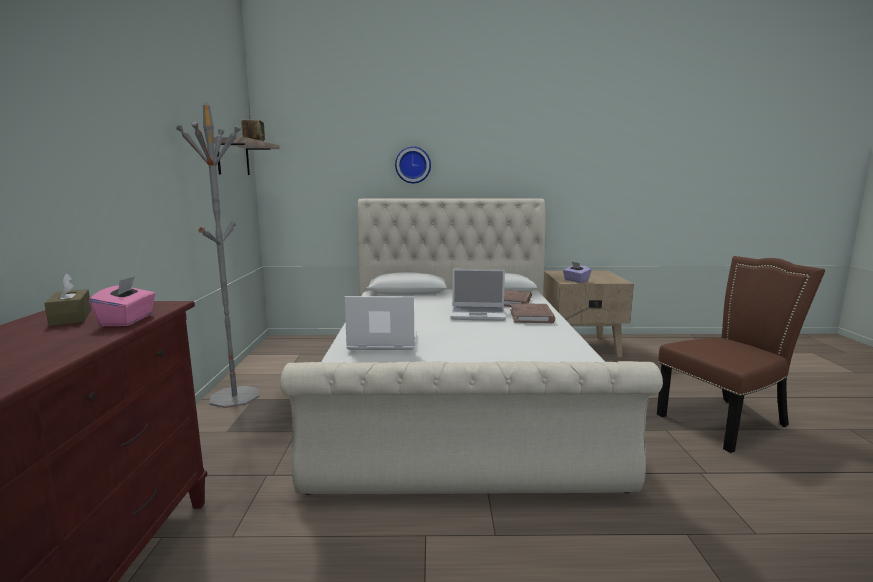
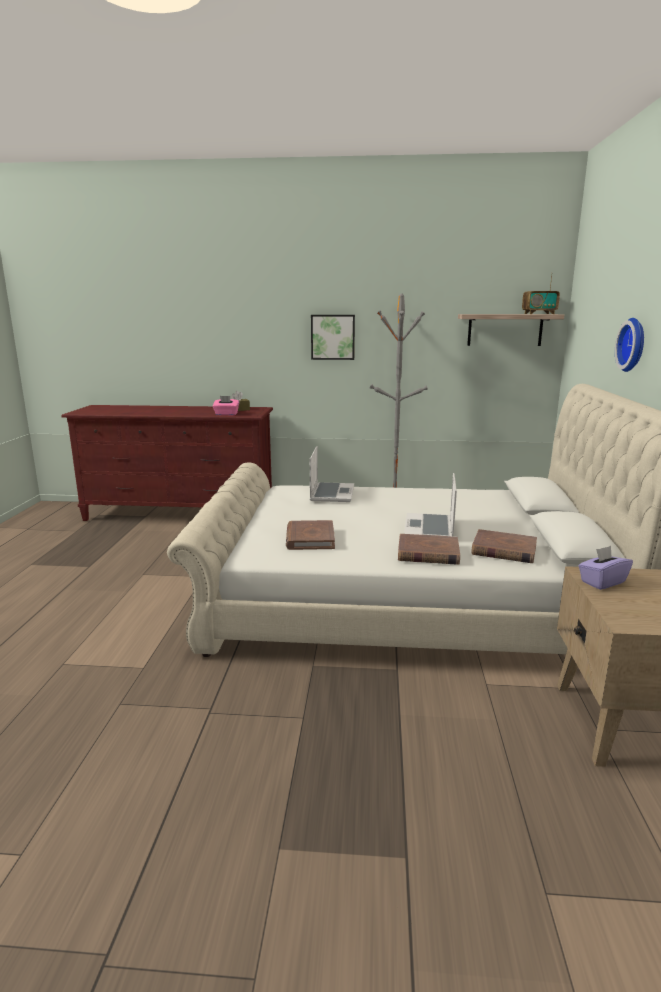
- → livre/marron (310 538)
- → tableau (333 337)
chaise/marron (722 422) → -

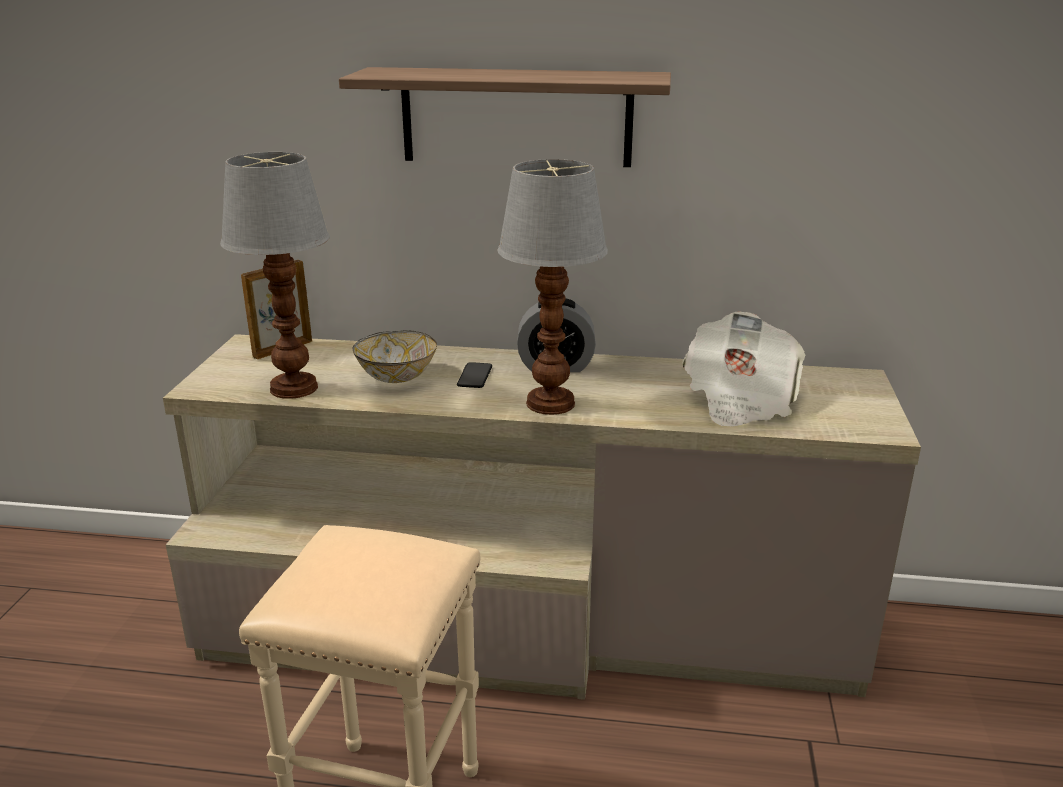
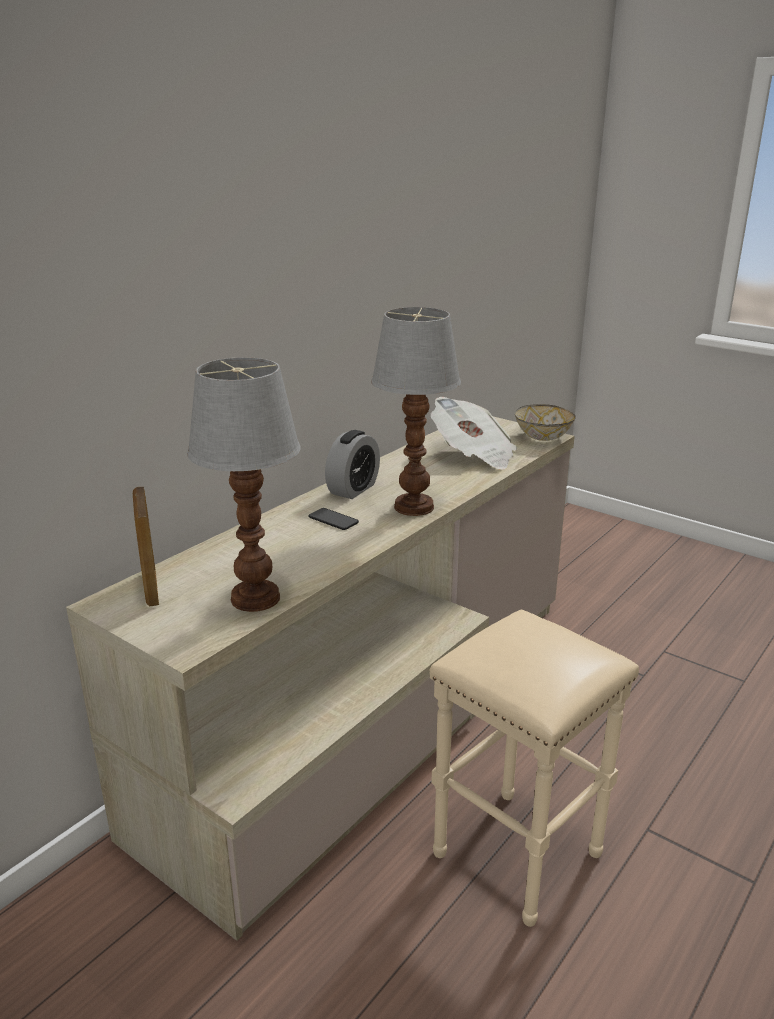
bol (396 377) → bol (543 437), relocated
étagère (516 117) → -

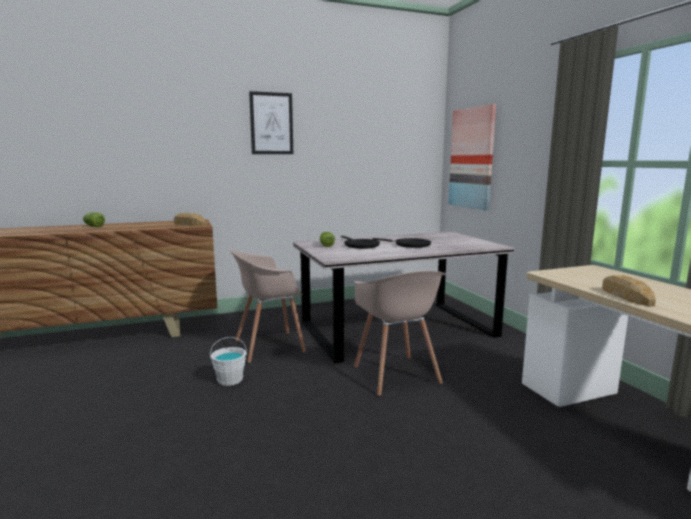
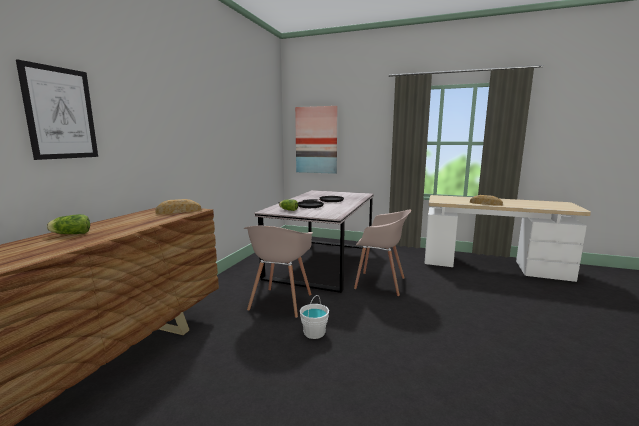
tableau (271 123) → tableau (60 113), relocated

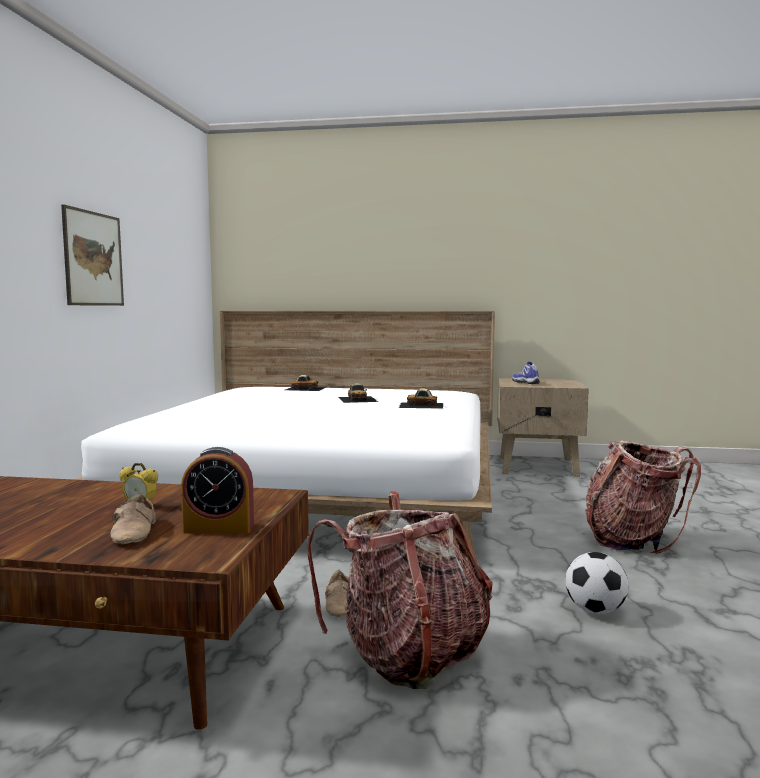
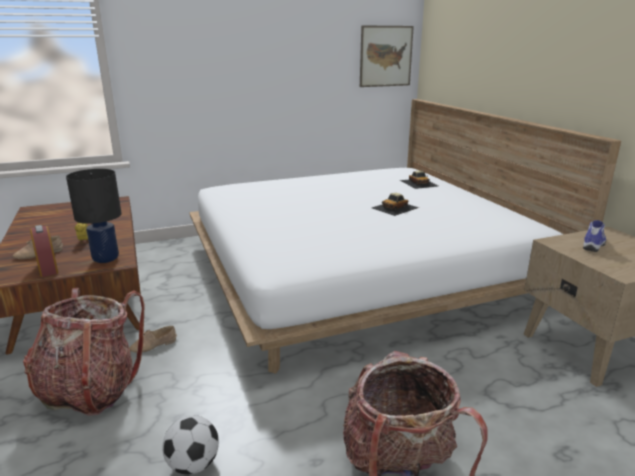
- → lampe de table/noir (106 260)
tableau (93 259) → tableau (386 56), relocated
petite voiture (421 405) → -

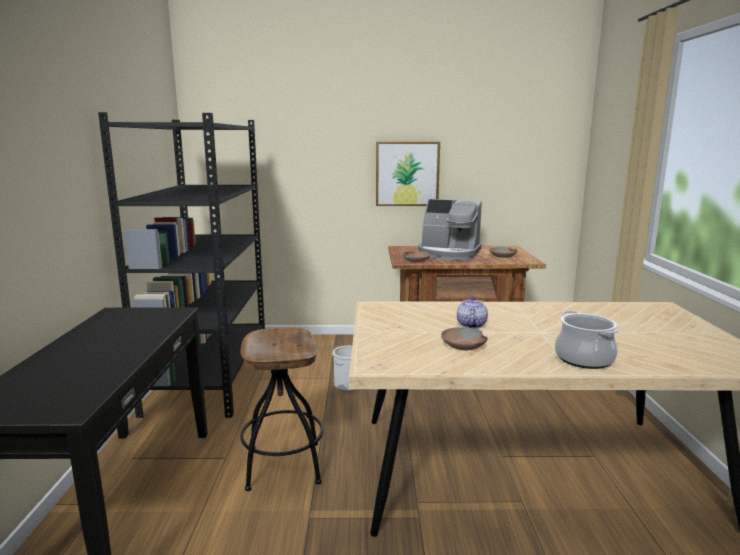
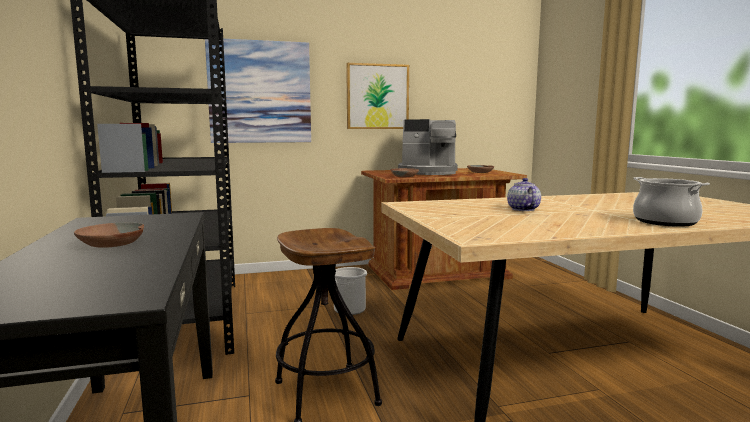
bol/marron (463 345) → bol/marron (111 243), relocated
- → tableau (260 92)

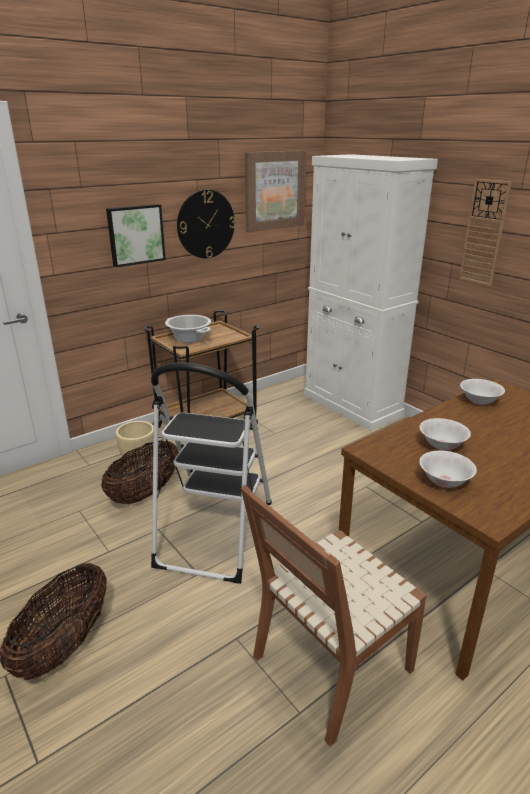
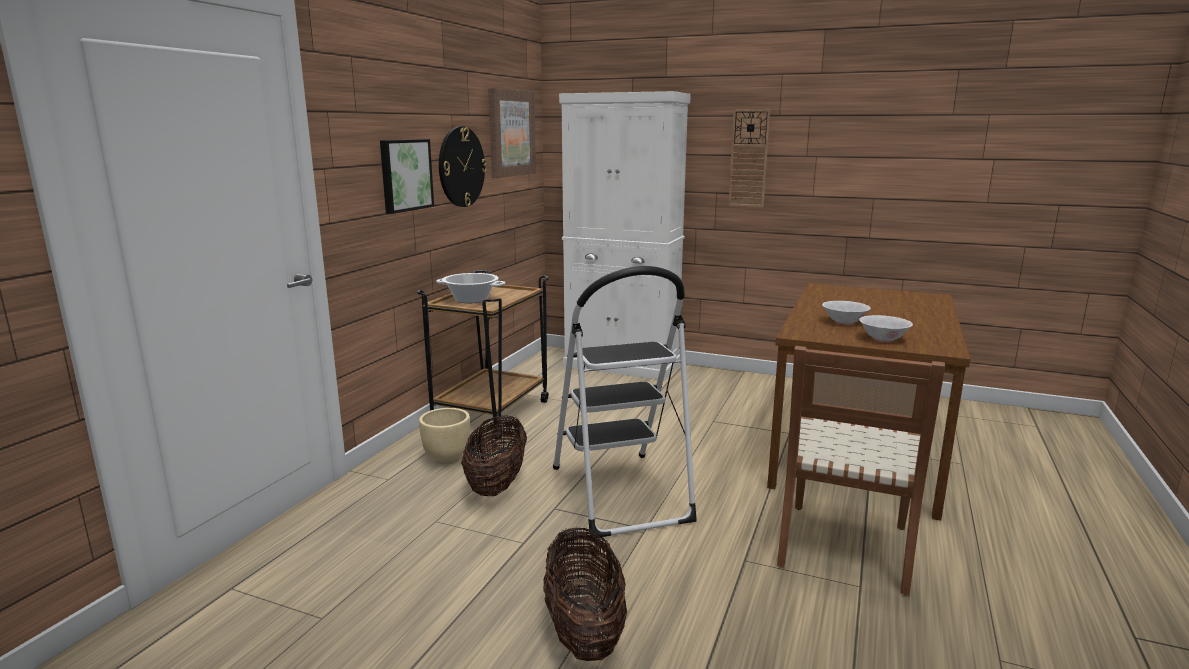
bol/blanc (479 401) → -

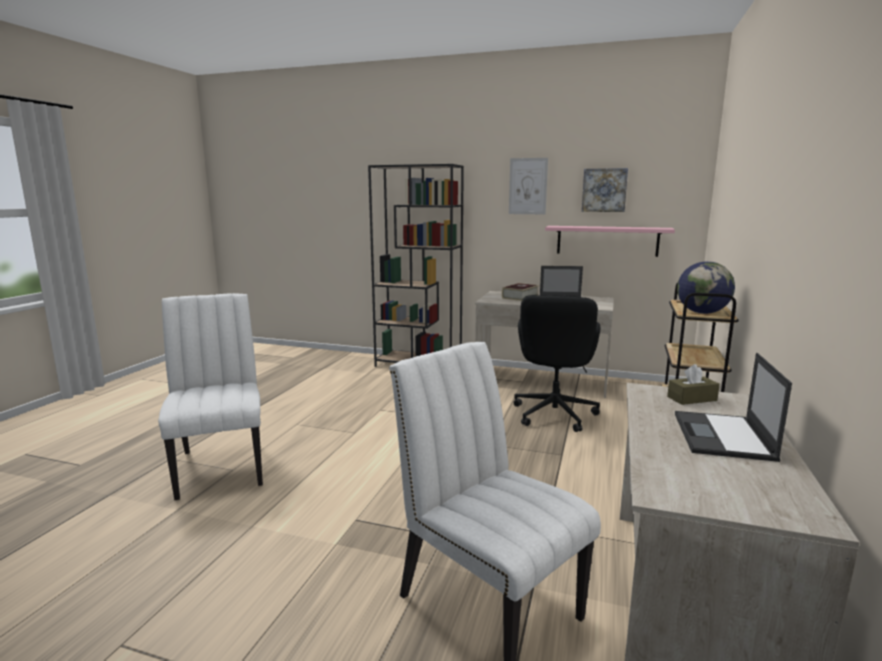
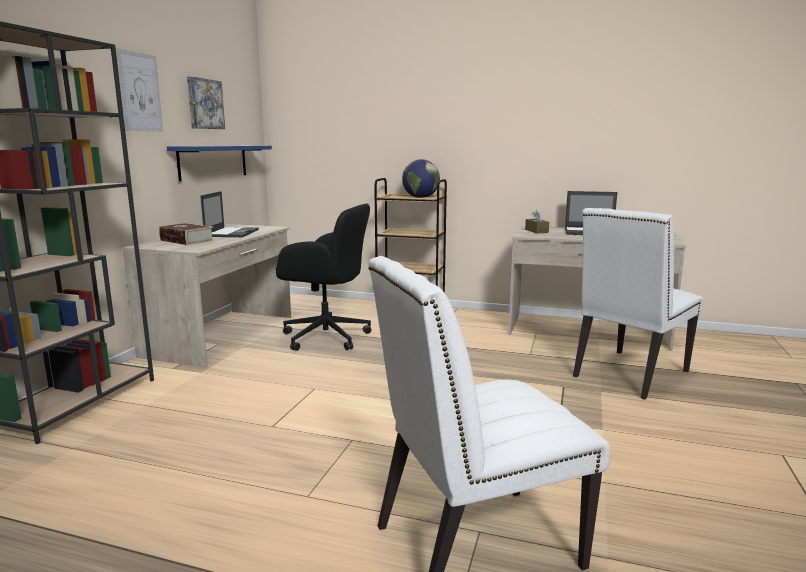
étagère/rose (607 240) → étagère/bleu (213 162)

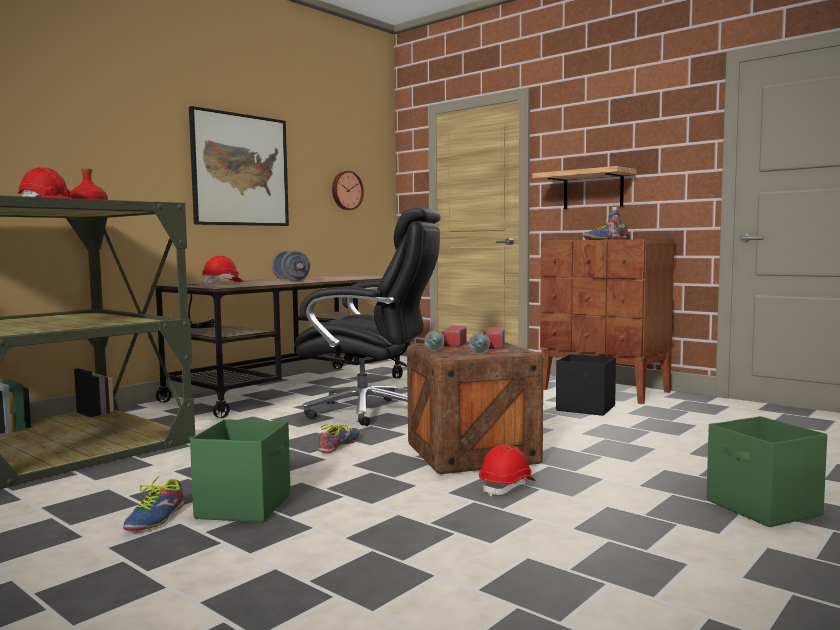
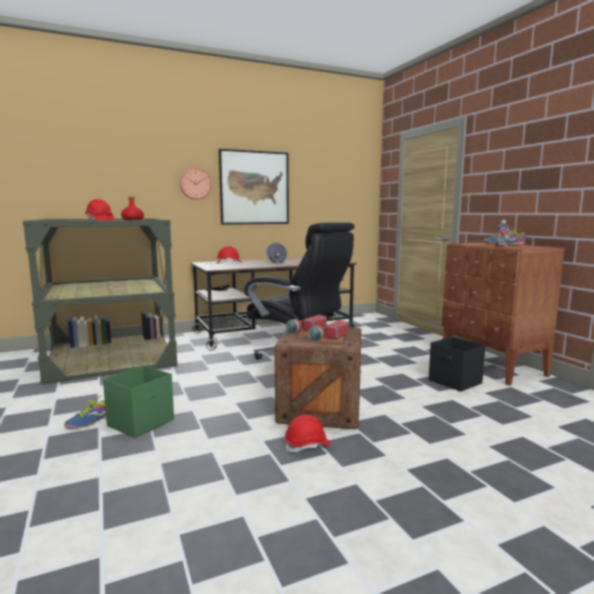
horloge murale (346 190) → horloge murale (195 183), relocated
chaussure (339 445) → -
étagère (593 190) → -
boîte de rangement/vert (763 508) → -

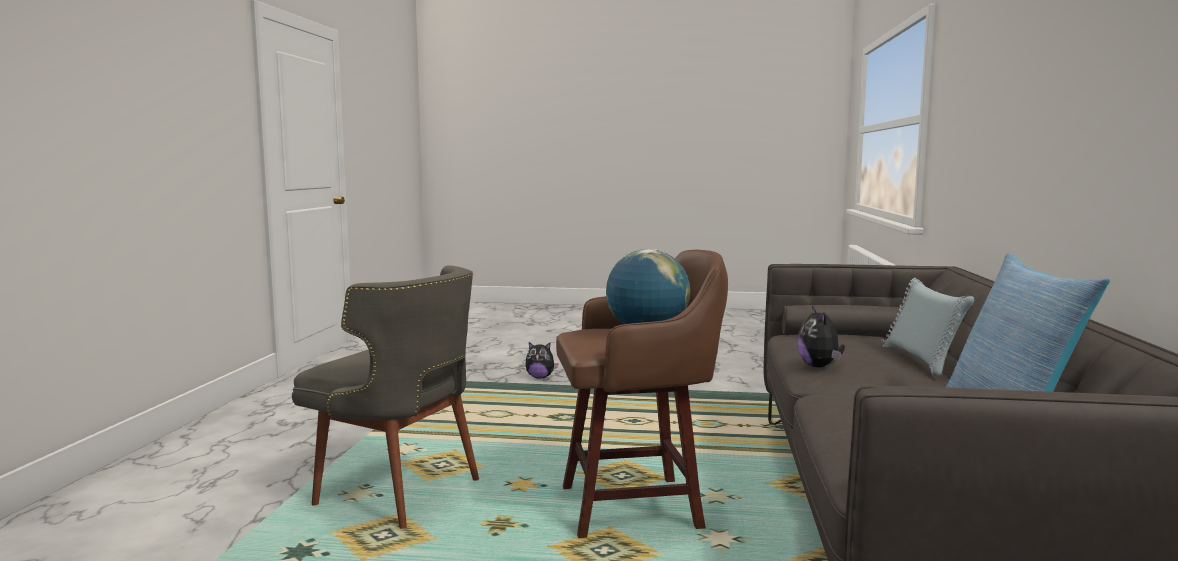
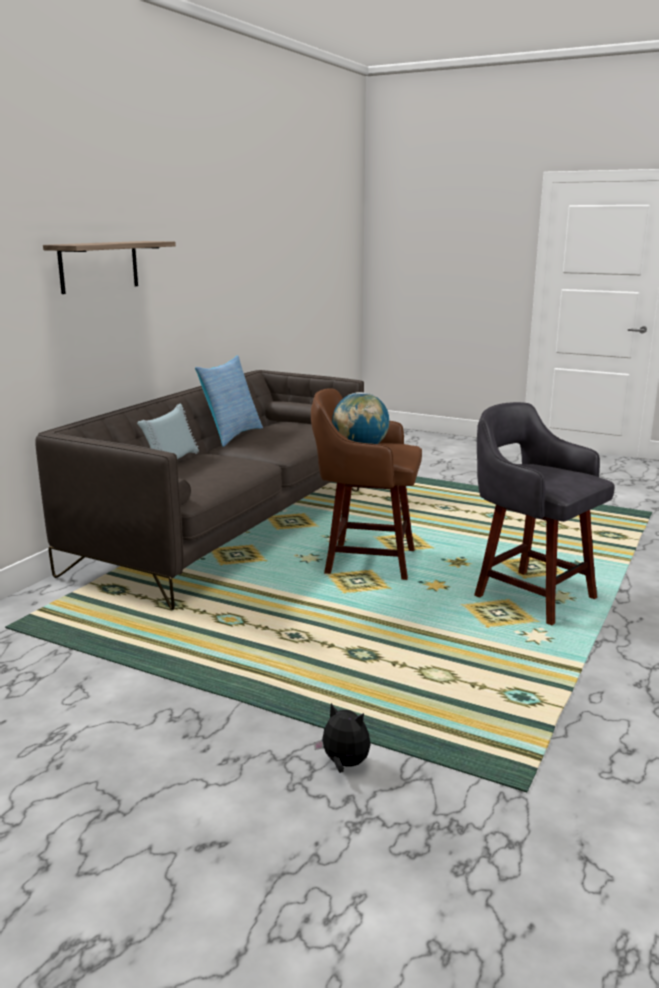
- → étagère (99 266)
chaise/gris (398 492) → tabouret/gris (530 595)
peluche (819 366) → -

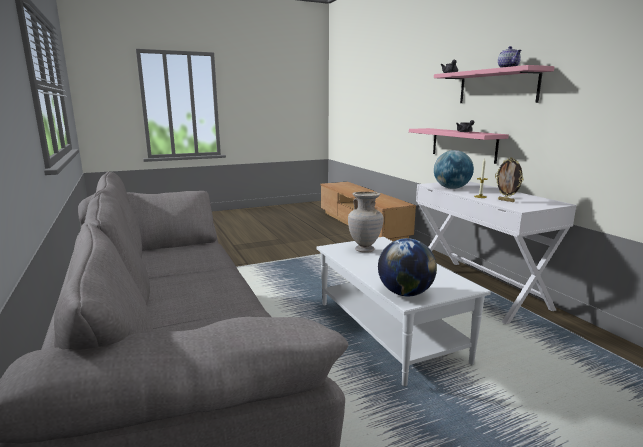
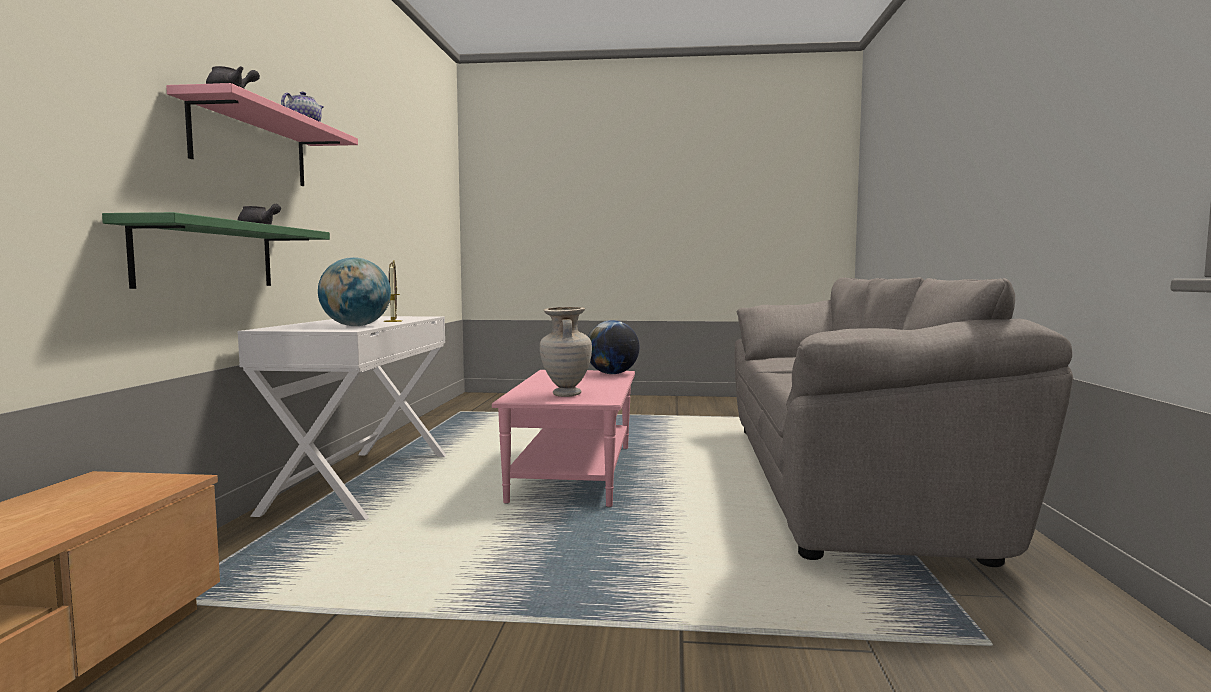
étagère/rose (463 144) → étagère/vert (207 255)
table basse/blanc (387 330) → table basse/rose (574 473)

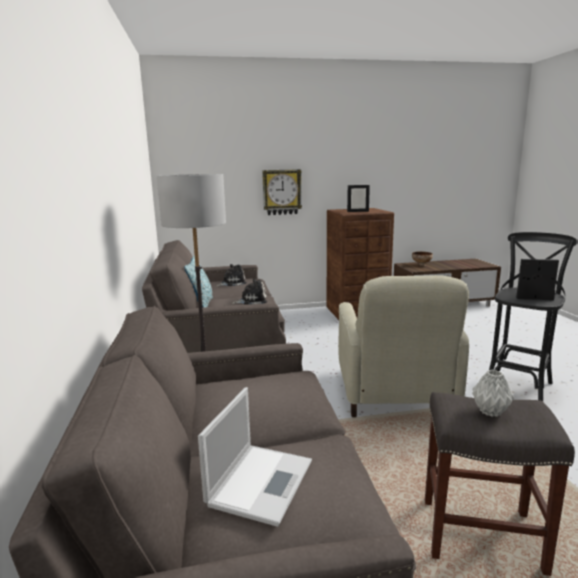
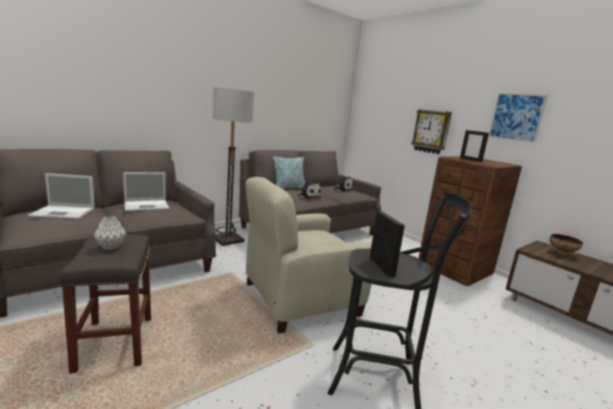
- → ordinateur portable (147 206)
- → tableau (516 117)

